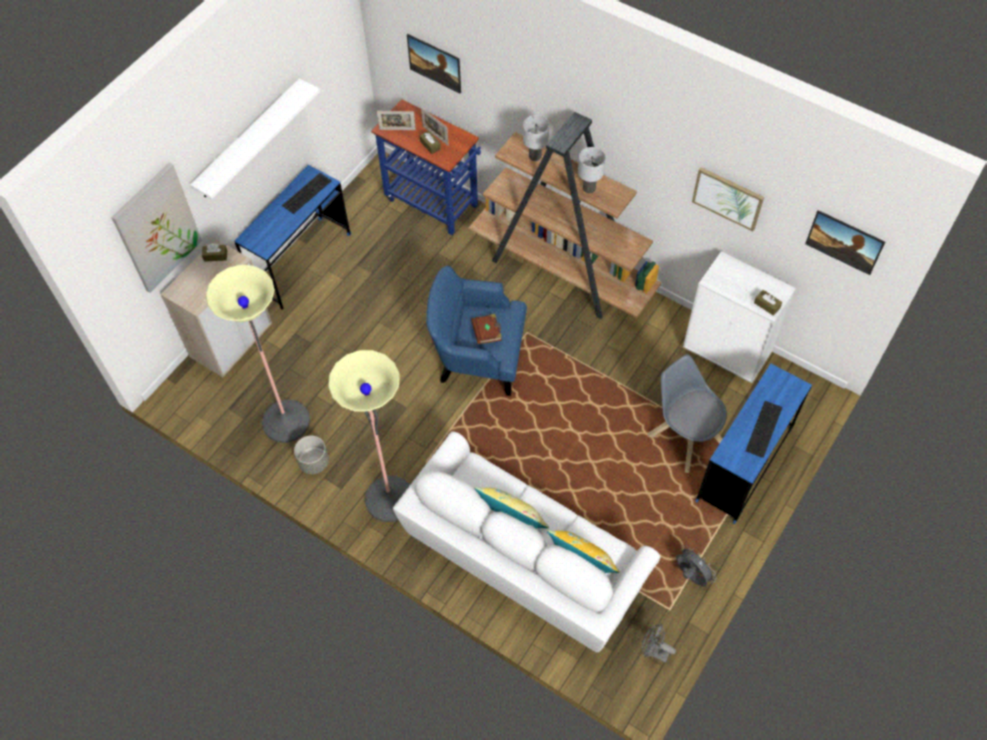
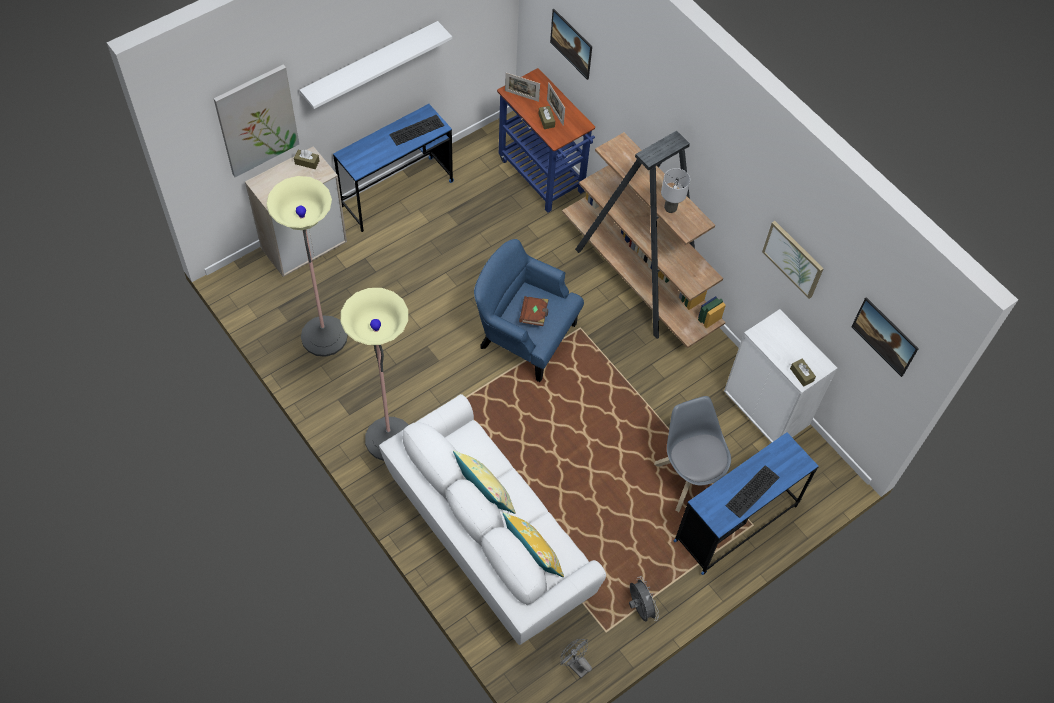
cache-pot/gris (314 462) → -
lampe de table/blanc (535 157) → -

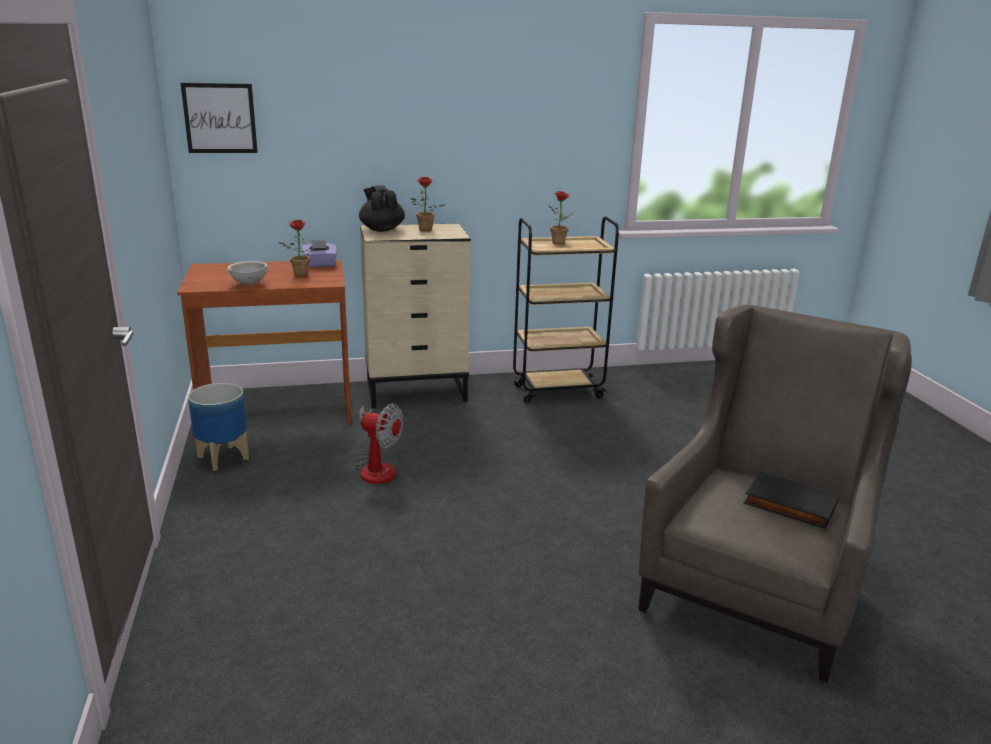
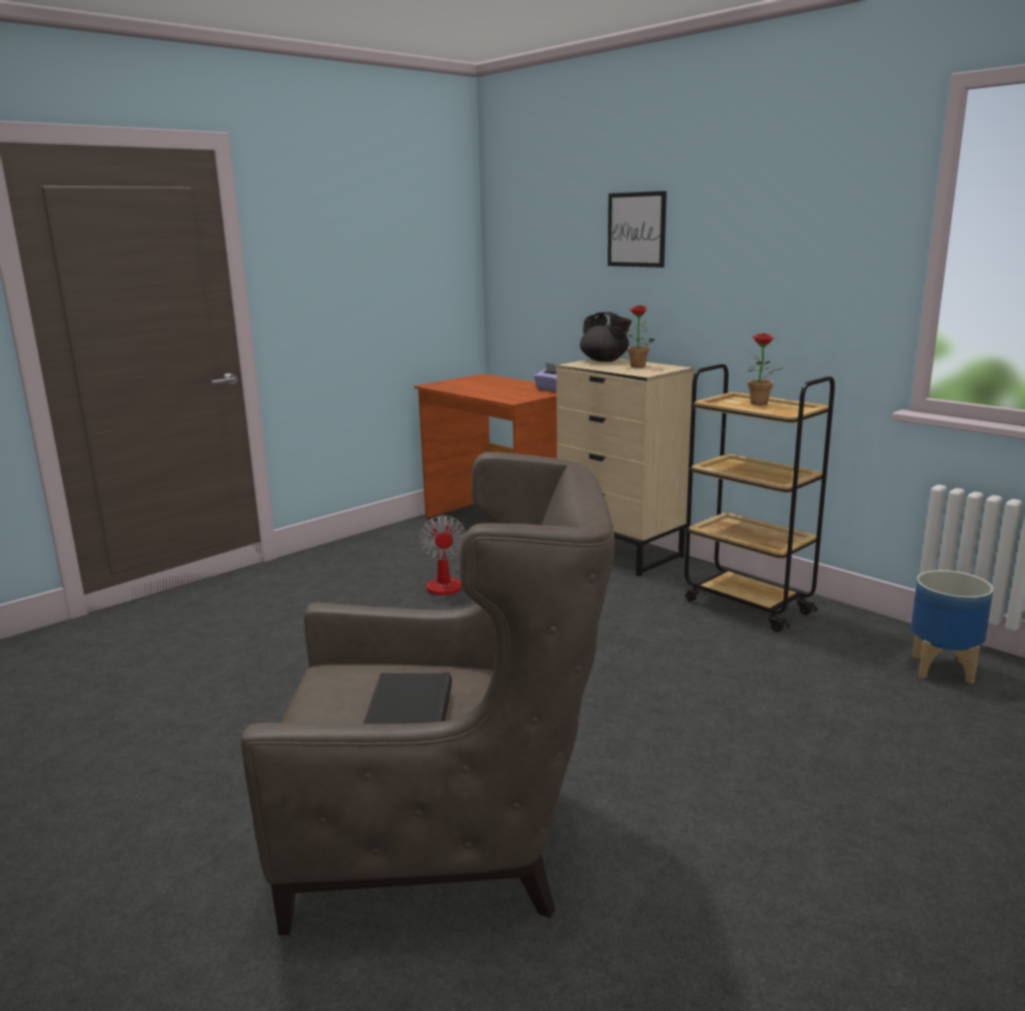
théière/noir (381 229) → théière/noir (605 361), 105 degrees clockwise
tableau (220 118) → tableau (636 229), relocated
cache-pot (224 457) → cache-pot (943 669), relocated
bol/gris (249 284) → -
plante en pot (299 275) → -

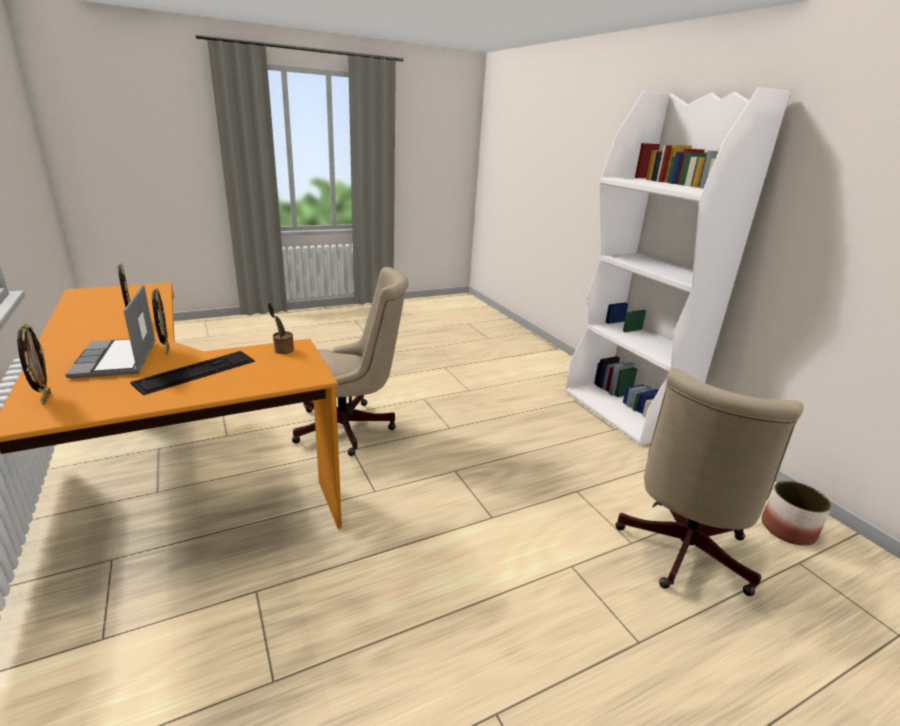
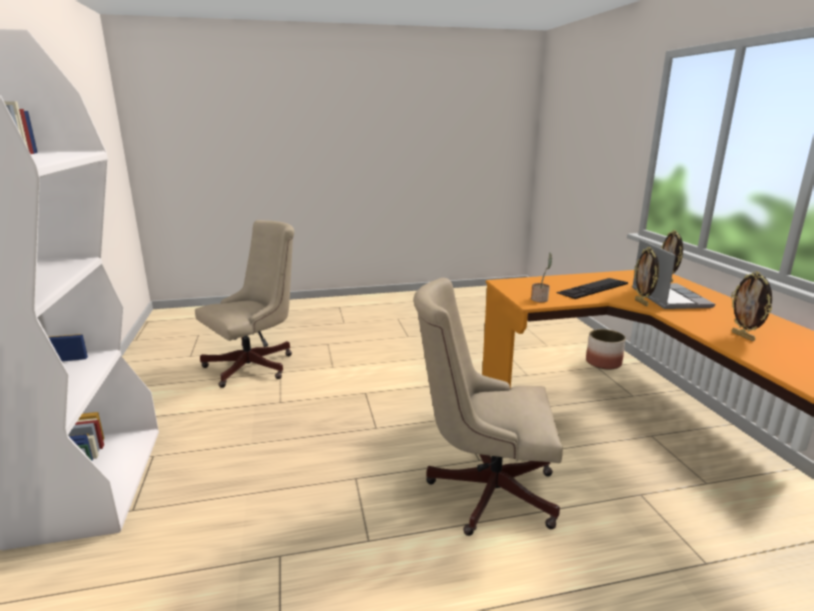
cache-pot (788 530) → cache-pot (603 362), relocated

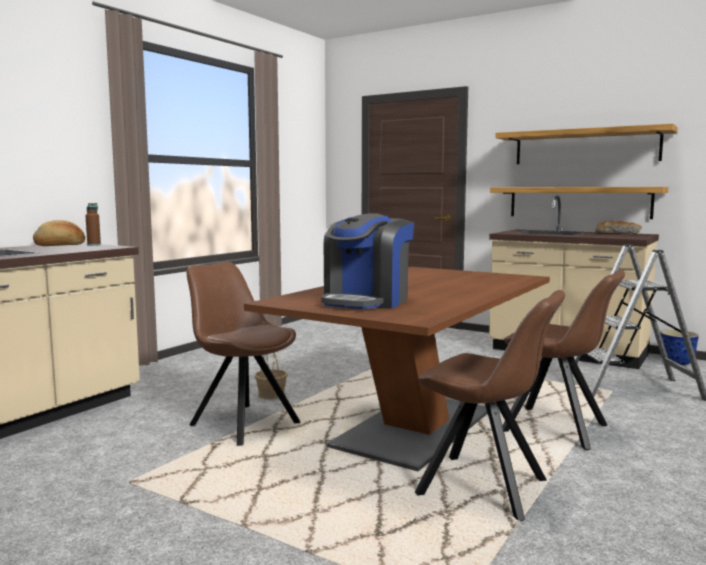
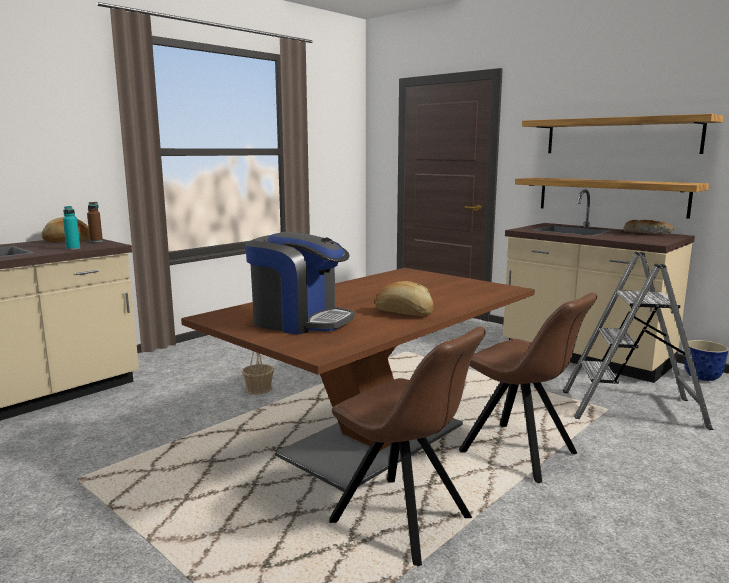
- → bouteille/turquoise (73 249)
machine à café (366 301) → machine à café (300 321), 105 degrees counterclockwise
- → pain (404 313)
chaise/marron (243 424) → -

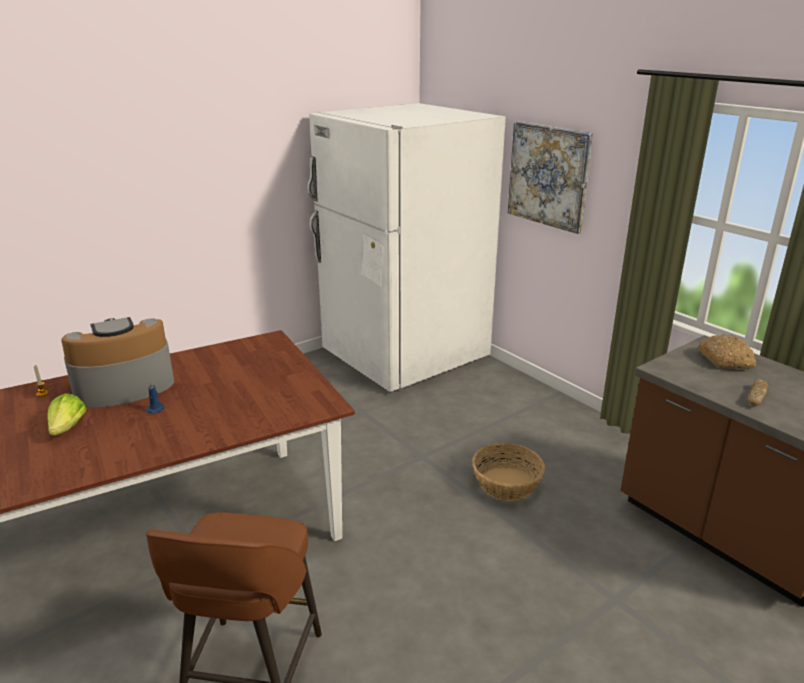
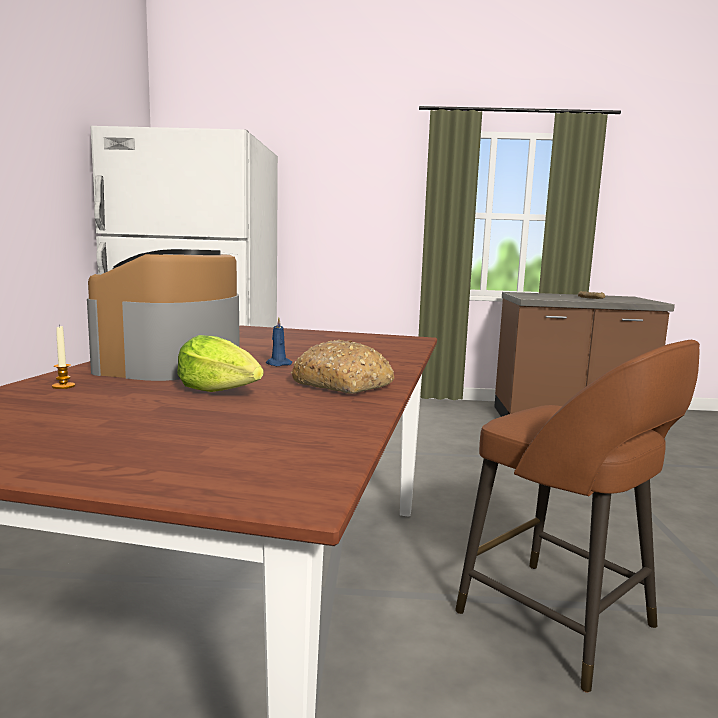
pain (726 360) → pain (344 384), relocated
panier (507 484) → -
tableau (548 176) → -

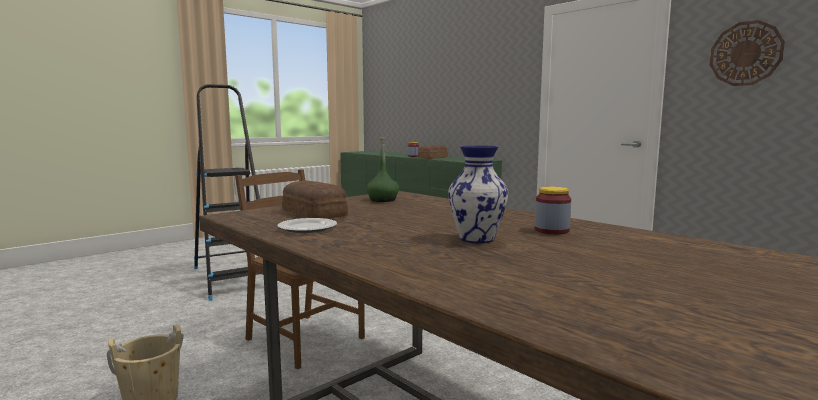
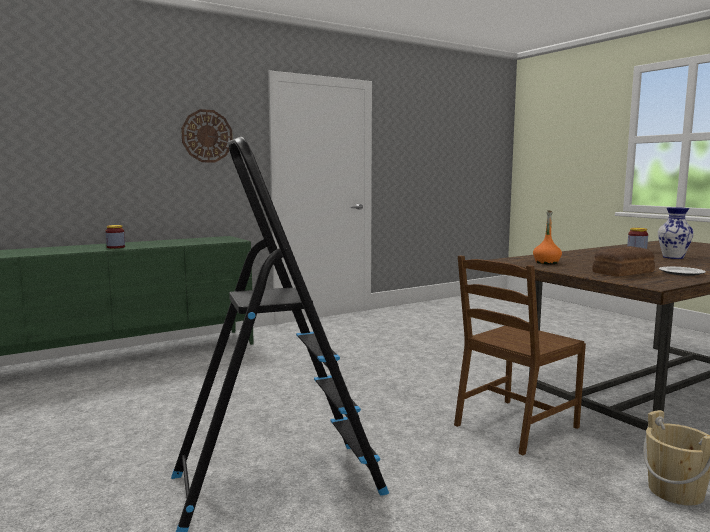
horloge murale (745 53) → horloge murale (207 136), relocated
bouteille/vert (383 200) → bouteille/orange (546 262)
pain (432 157) → -

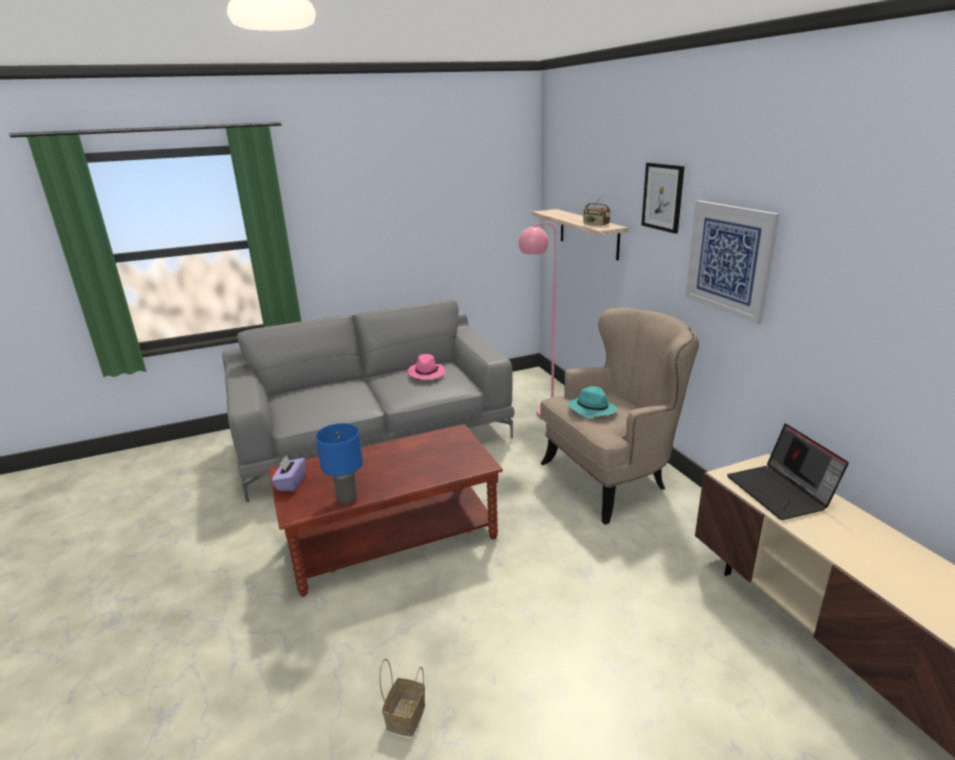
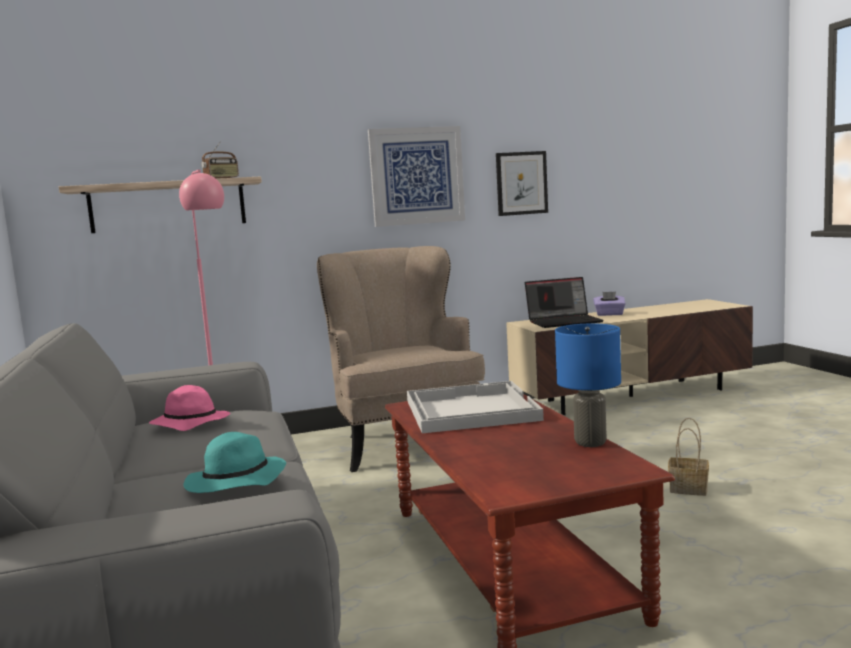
chapeau/turquoise (591 409) → chapeau/turquoise (235 482), relocated
- → plateau/blanc (469 410)
tableau (663 197) → tableau (521 183), relocated
boîte à mouchoirs/violet (291 483) → boîte à mouchoirs/violet (609 314), relocated
panier (406 718) → panier (689 489), relocated

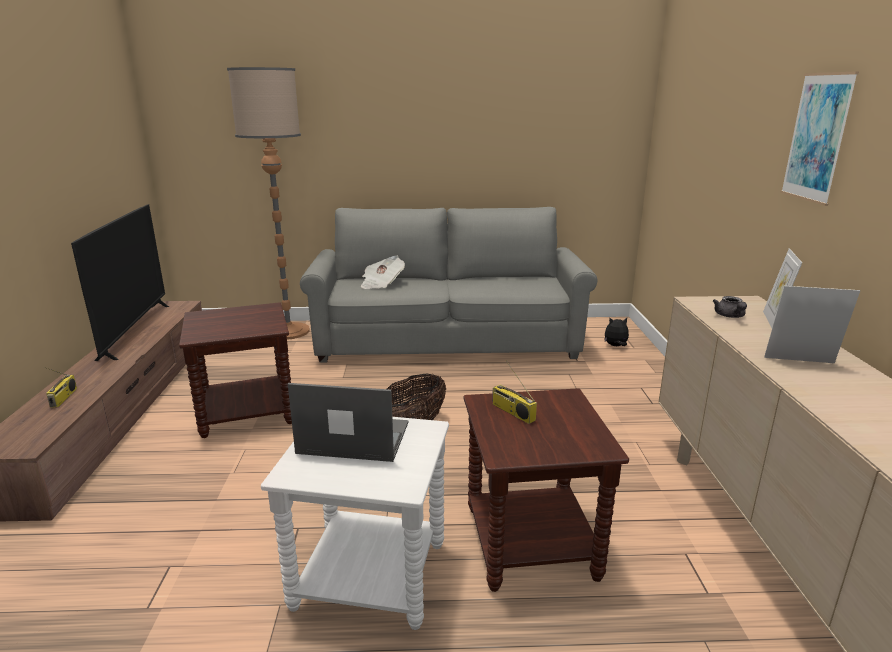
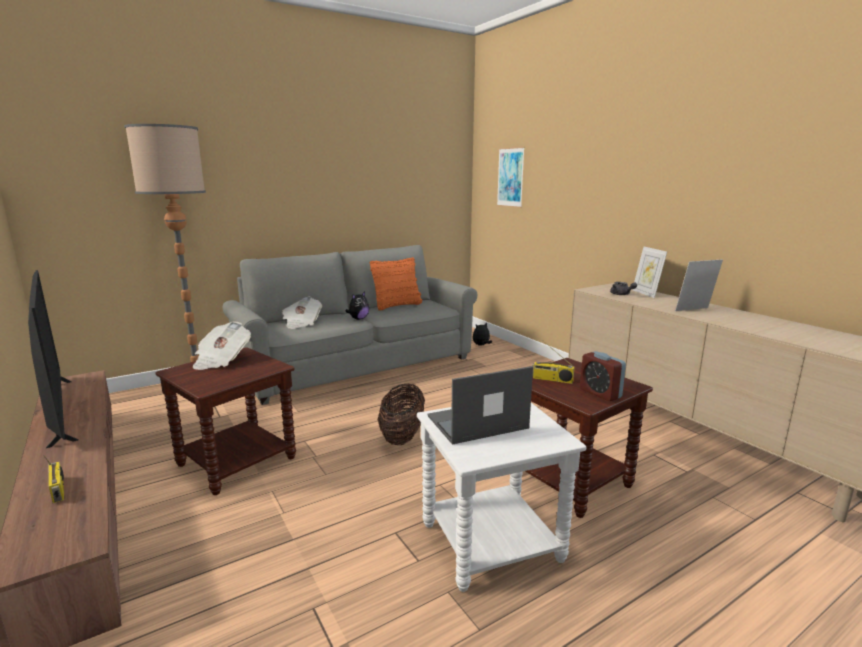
- → journal (221 360)
- → peluche (358 319)
- → coussin/orange (397 306)
tableau (817 138) → tableau (510 177), relocated
- → réveil (600 393)

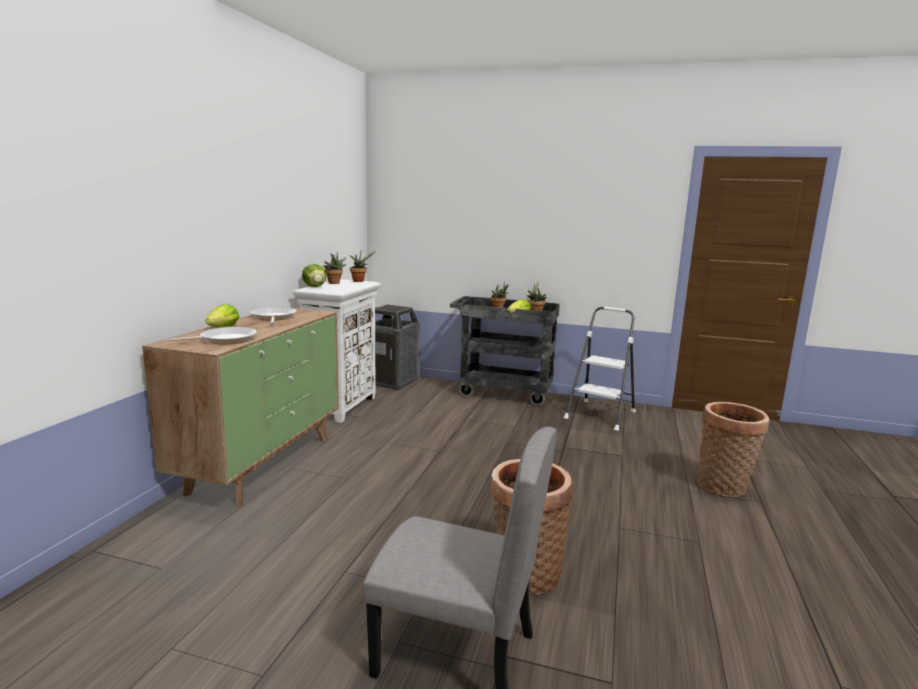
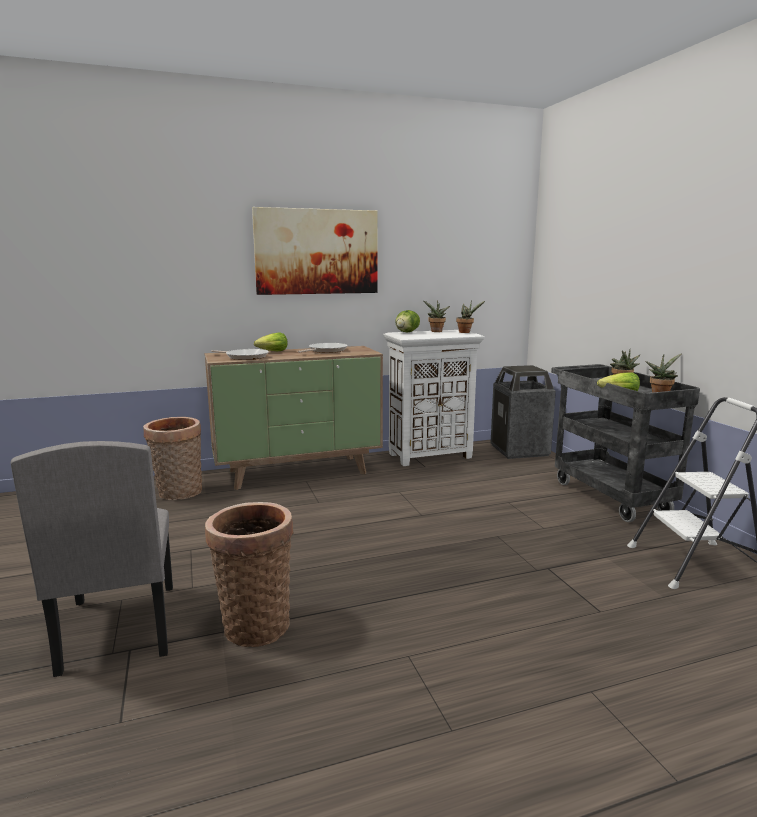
panier (724 487) → panier (178 494), relocated
- → tableau (317 252)

